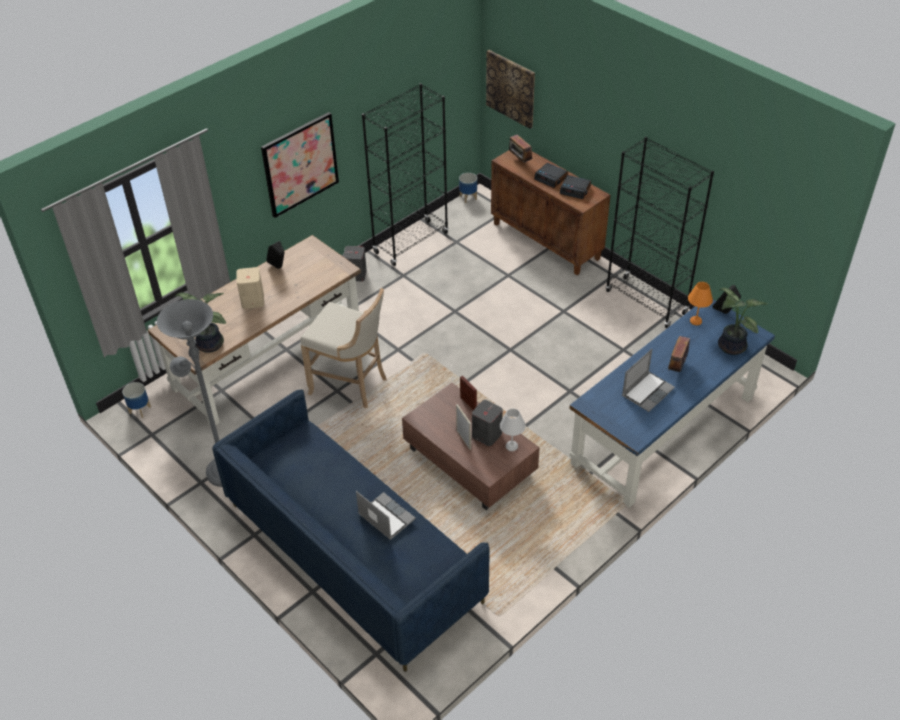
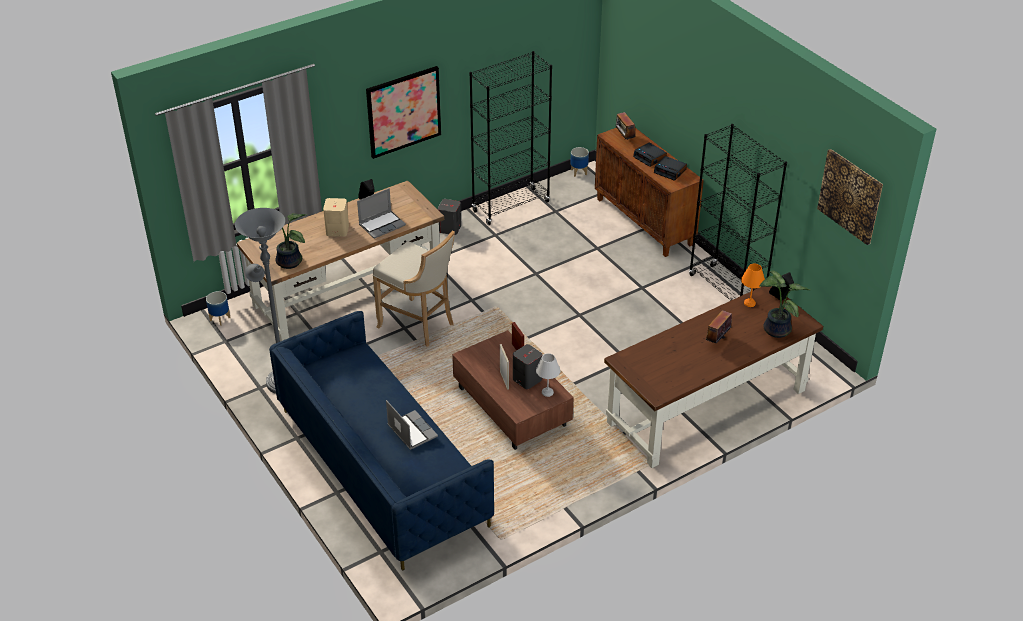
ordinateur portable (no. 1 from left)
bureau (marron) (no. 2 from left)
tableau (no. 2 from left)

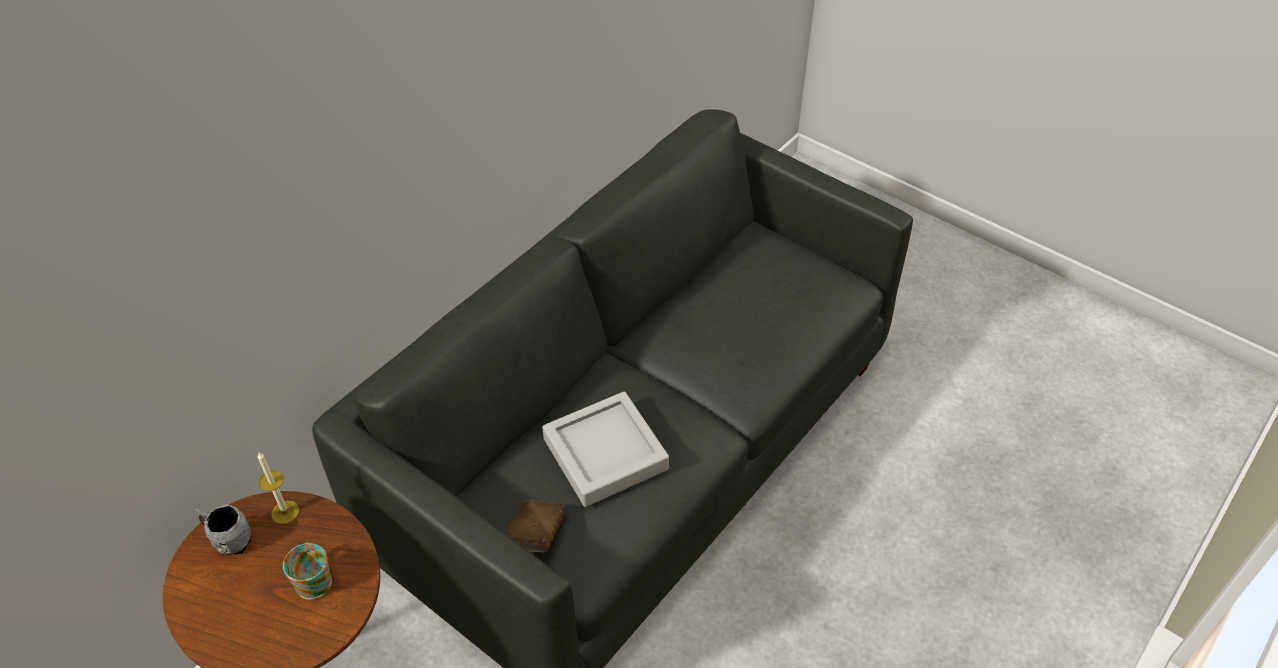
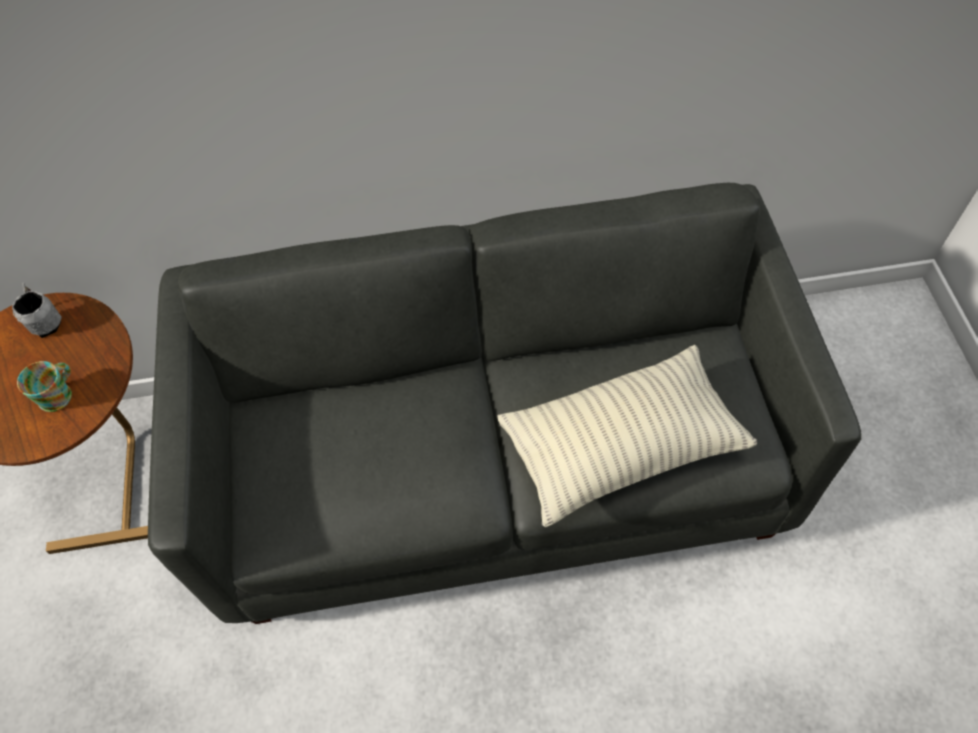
coussin
bougie
livre (marron)
plateau (gris)

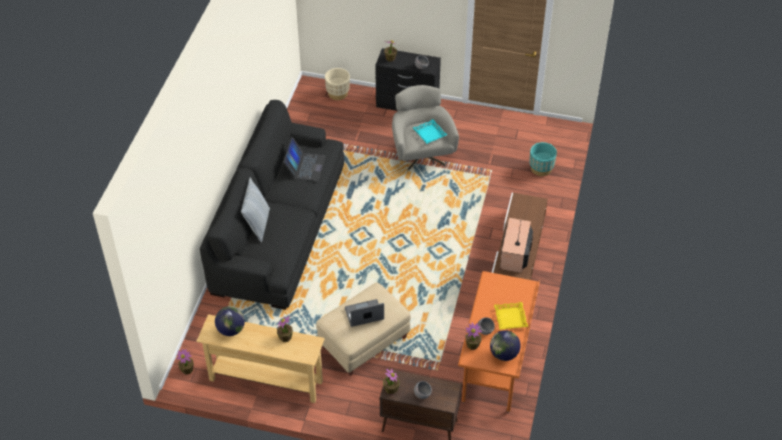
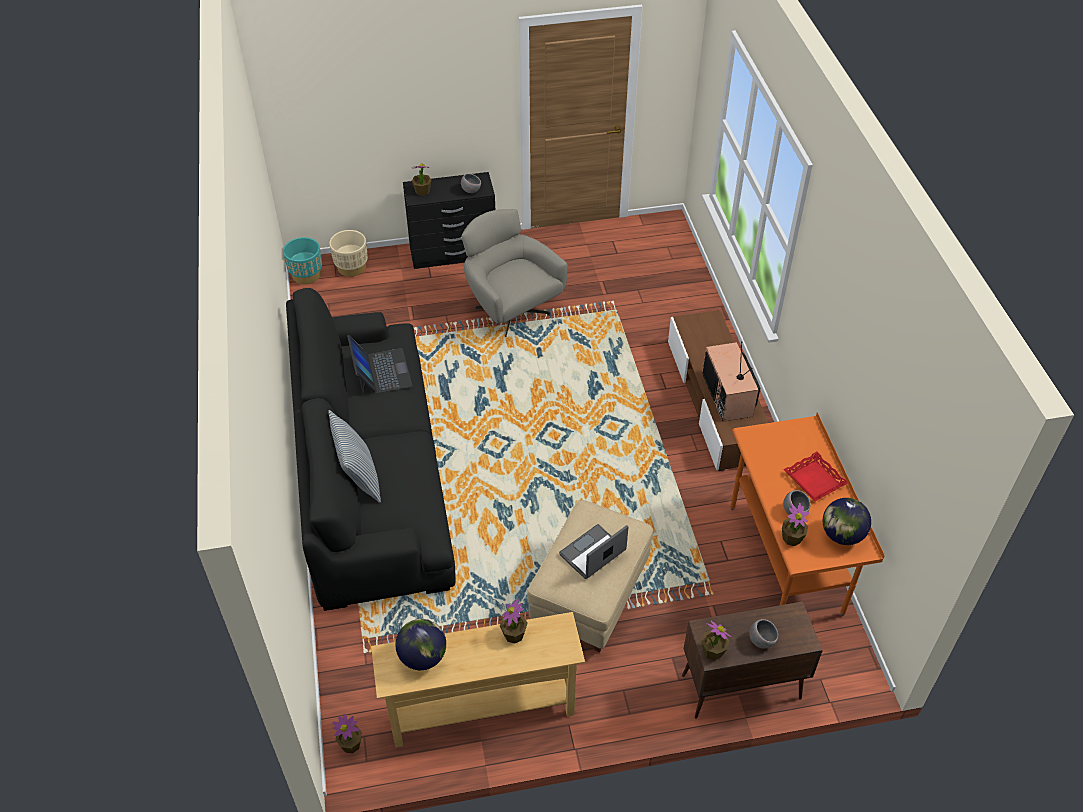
cache-pot (turquoise)
plateau (rouge)
plateau (turquoise)

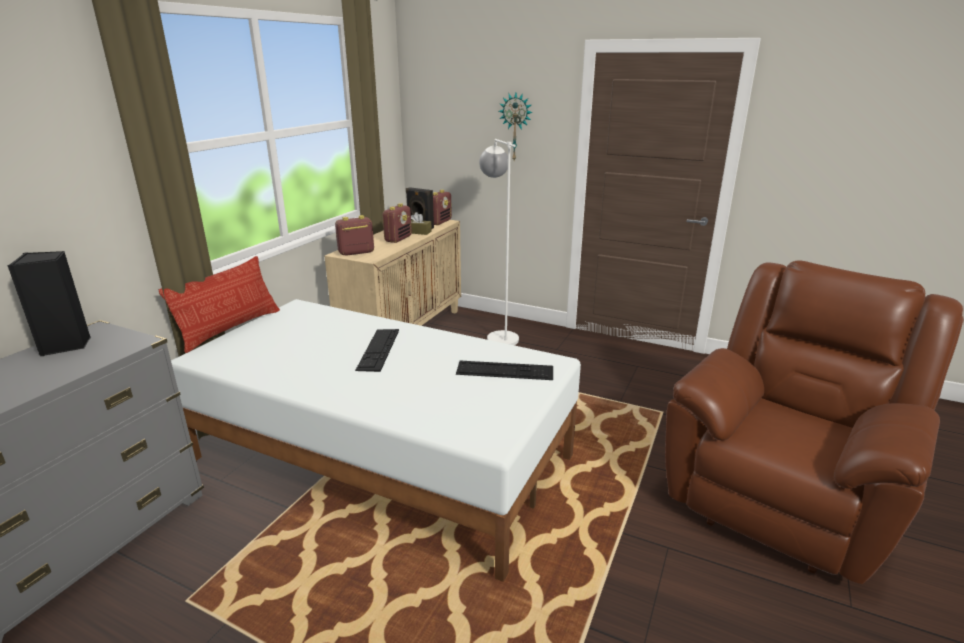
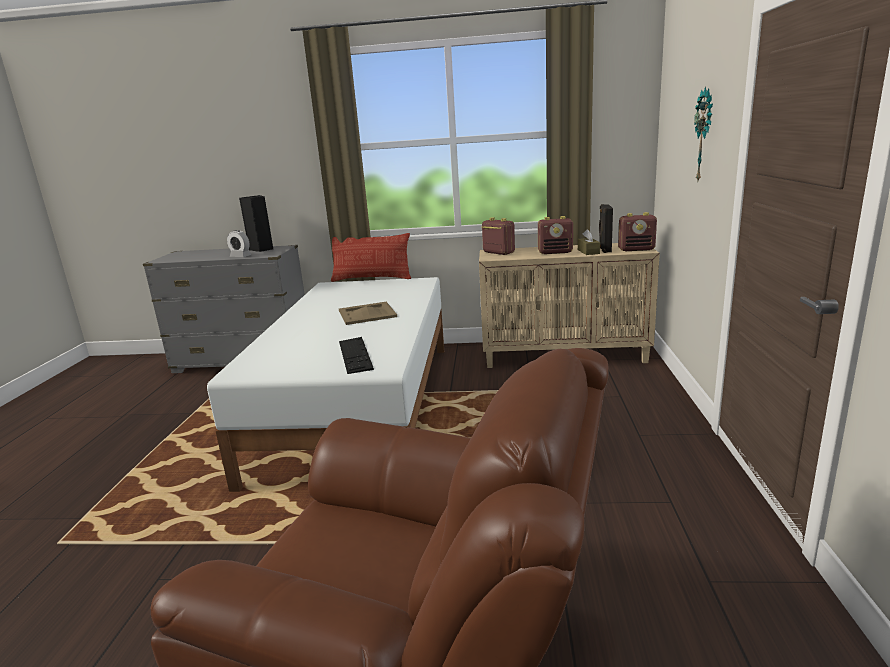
réveil
plateau (beige)
lampadaire (blanc)

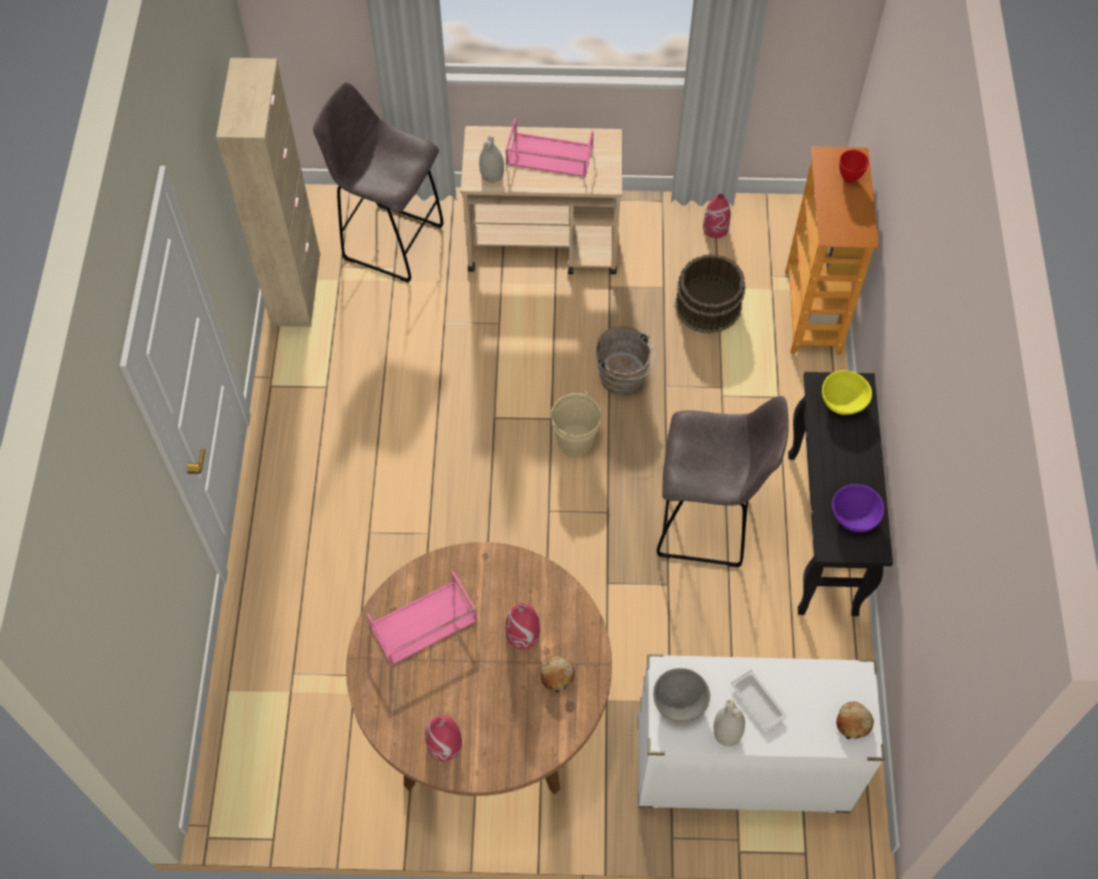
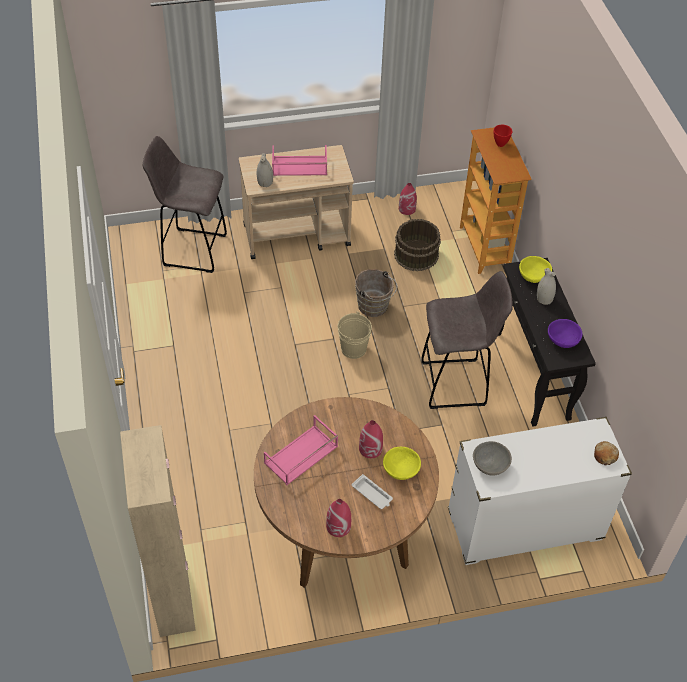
meuble de rangement (beige)
plateau (blanc)
bol (jaune) (no. 1 from left)
vase (blanc) (no. 2 from left)

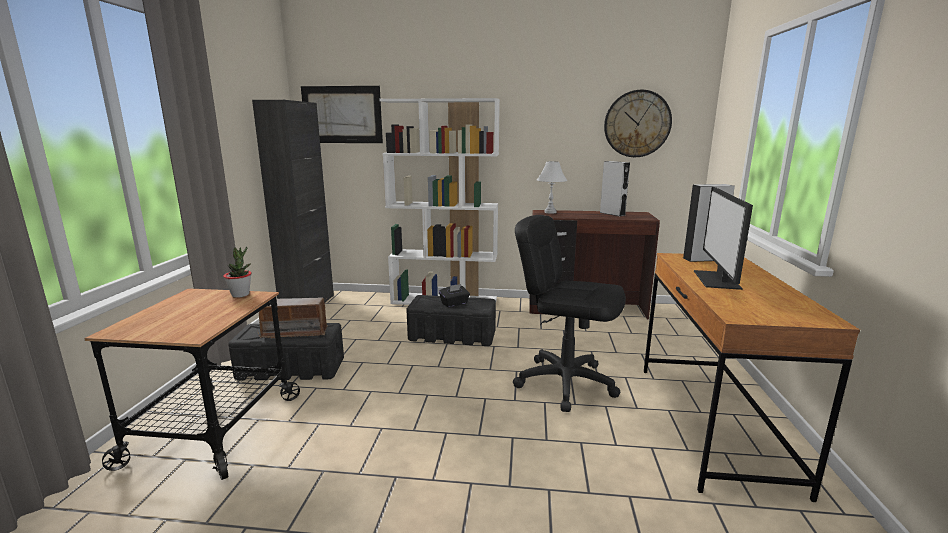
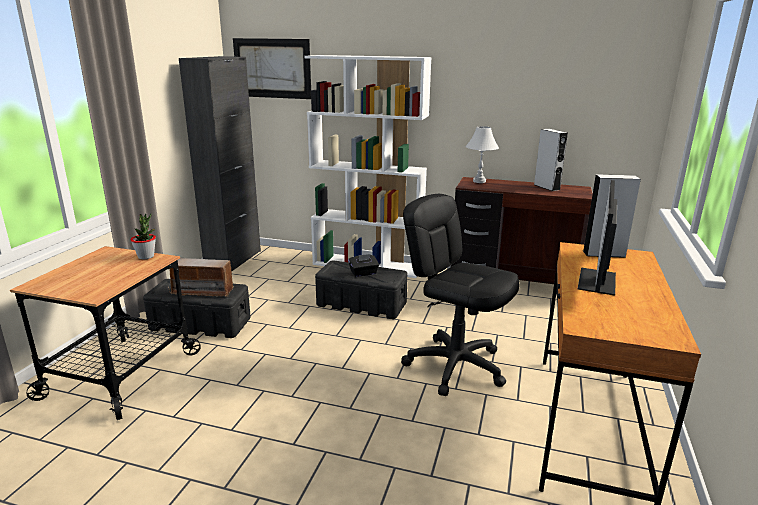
horloge murale

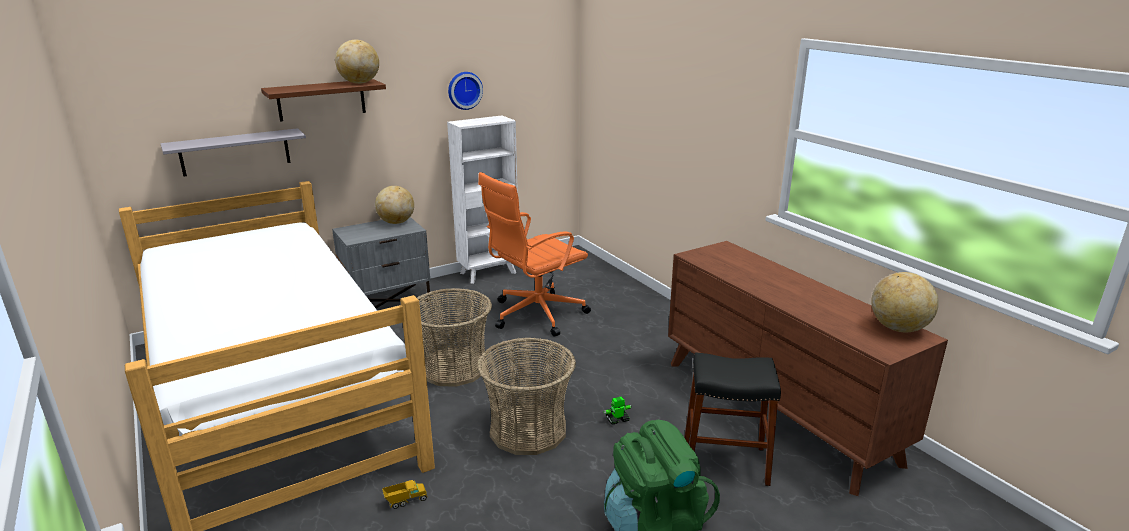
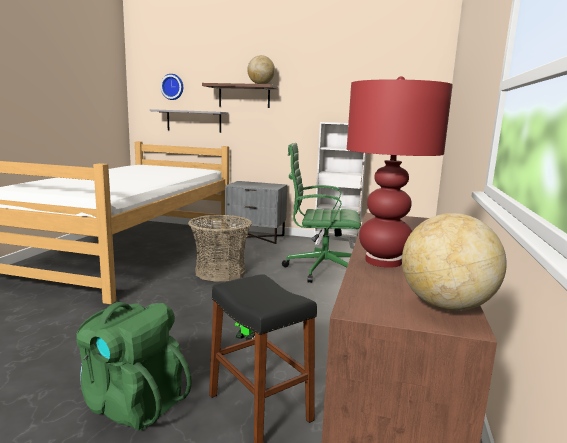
horloge murale
chaise de bureau (vert)
lampe de table (rouge)
globe (no. 2 from left in the first image)
camion jouet
panier (no. 2 from left in the first image)

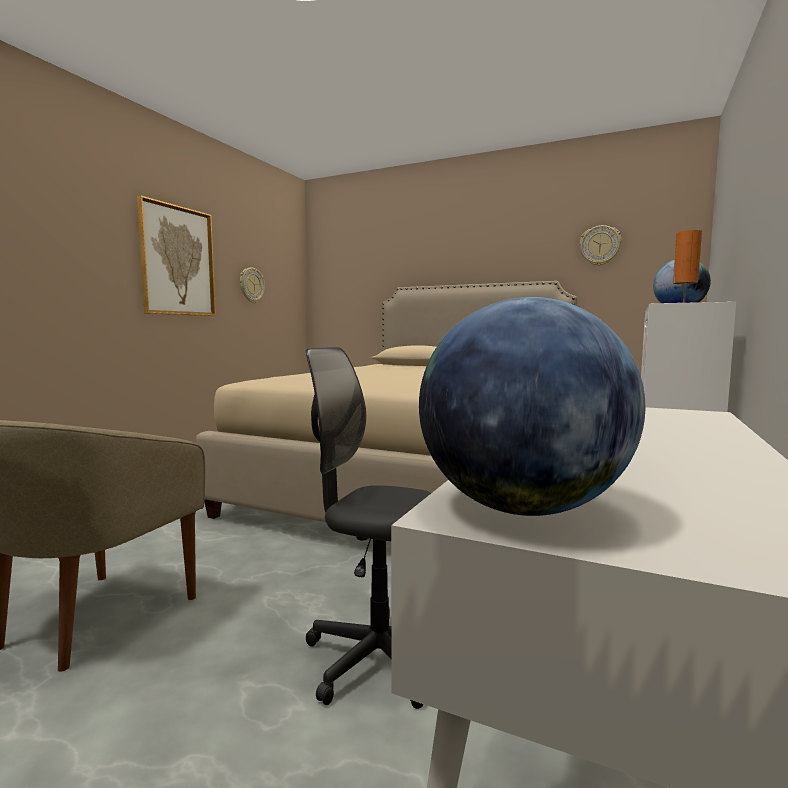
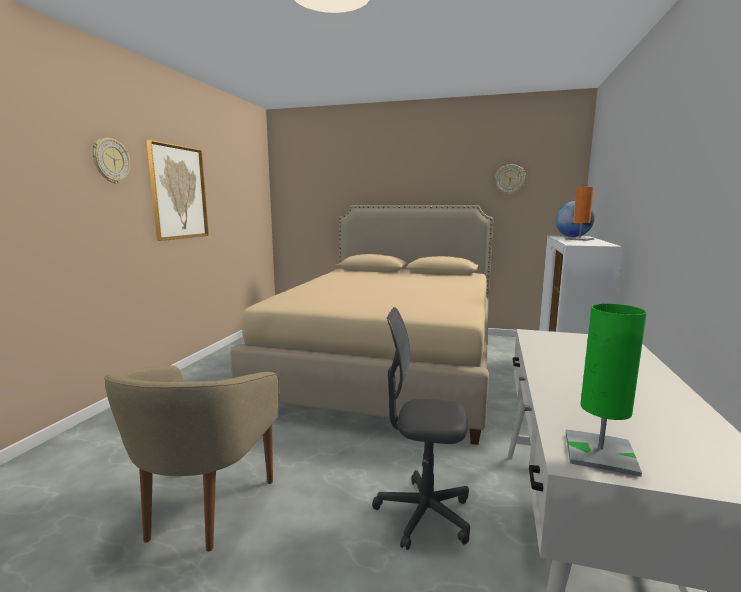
horloge murale (no. 1 from left)
lampe de table (vert)

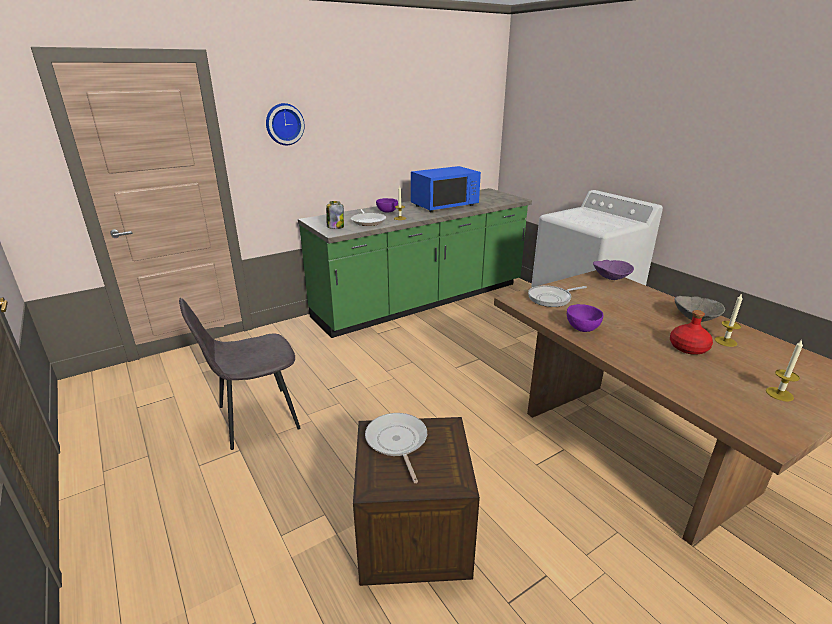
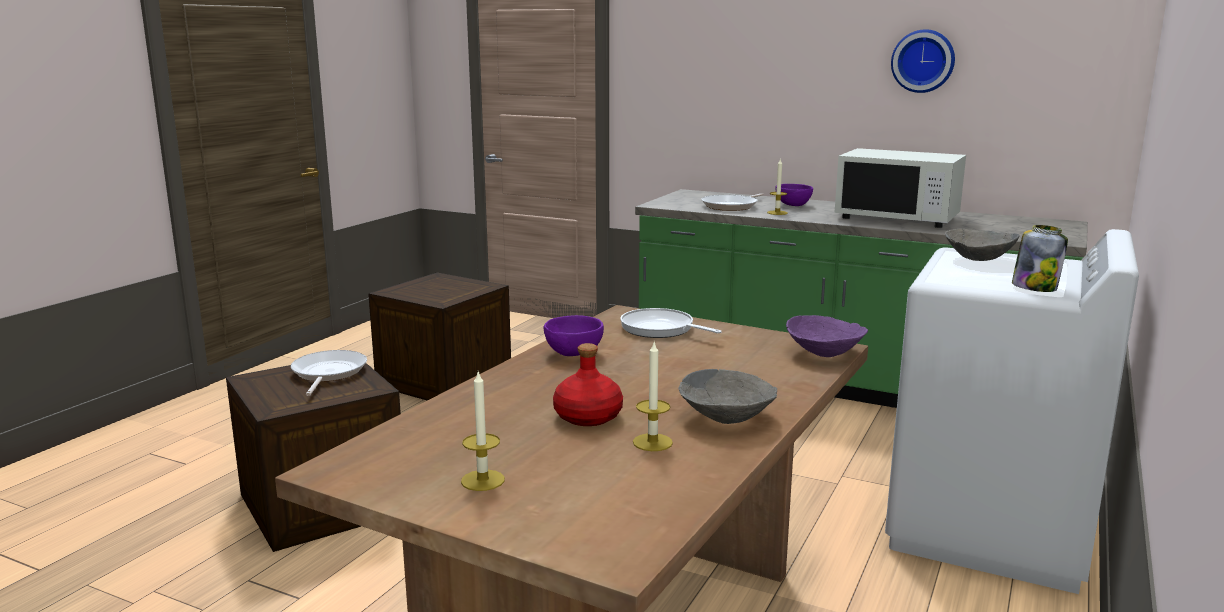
poêle (no. 1 from left)
caisse (no. 2 from left)
micro-ondes (blanc)
horloge murale
bol (gris) (no. 2 from left)
bocal

